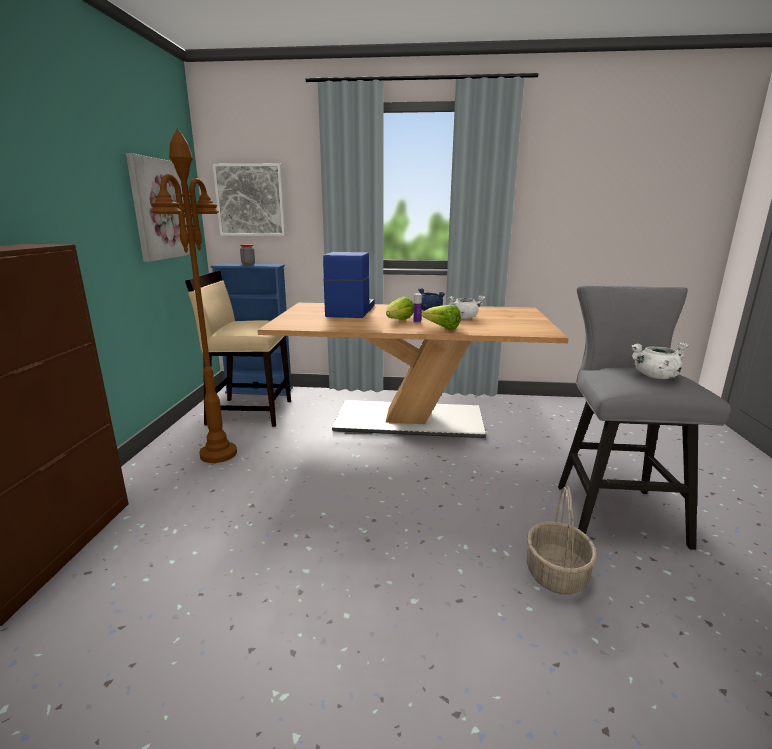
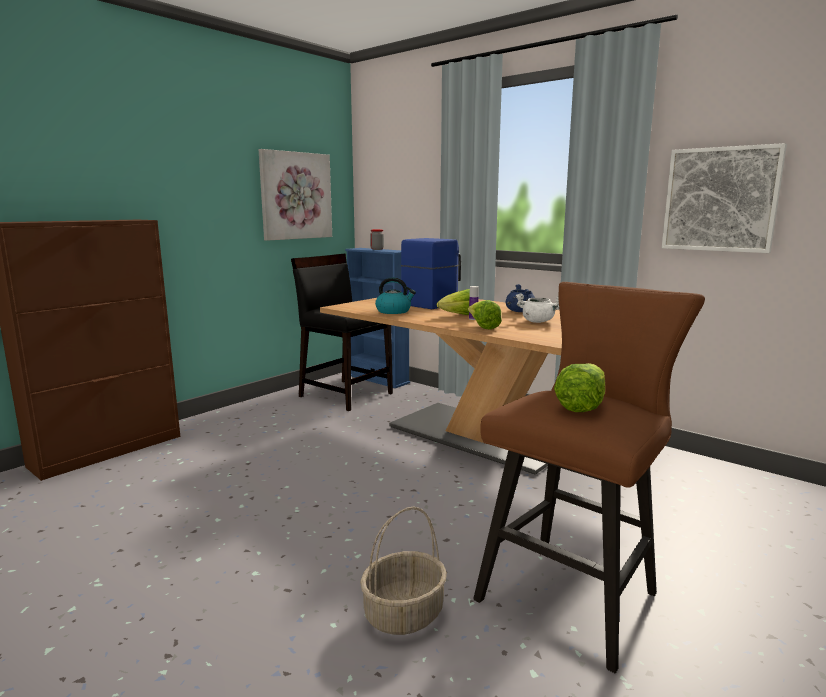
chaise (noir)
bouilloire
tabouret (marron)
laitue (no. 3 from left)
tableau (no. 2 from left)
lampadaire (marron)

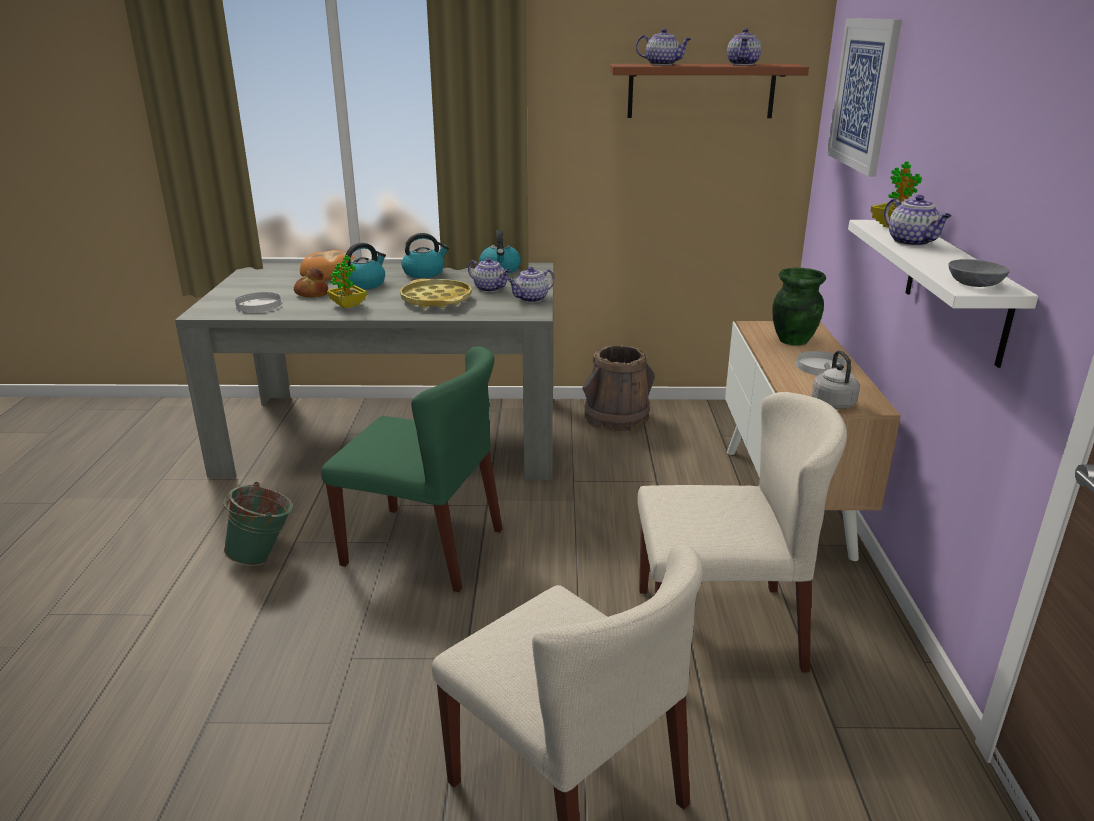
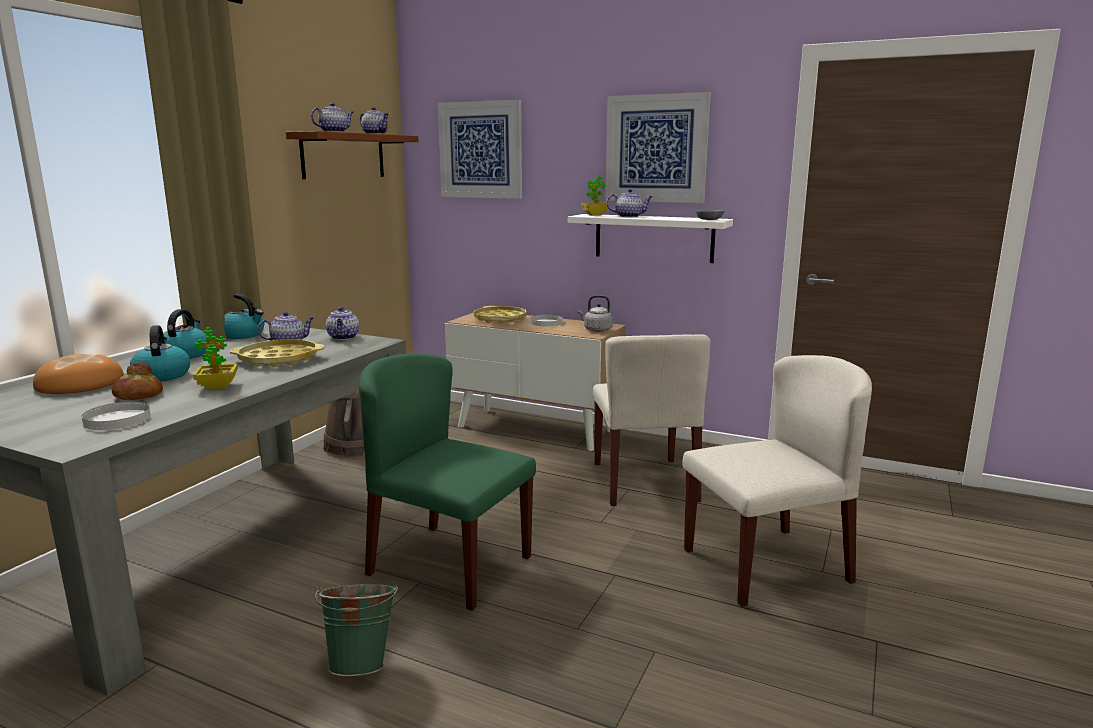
chaise (vert)
plateau (jaune) (no. 2 from left)
chaise (beige) (no. 1 from left)
tableau (no. 2 from left)

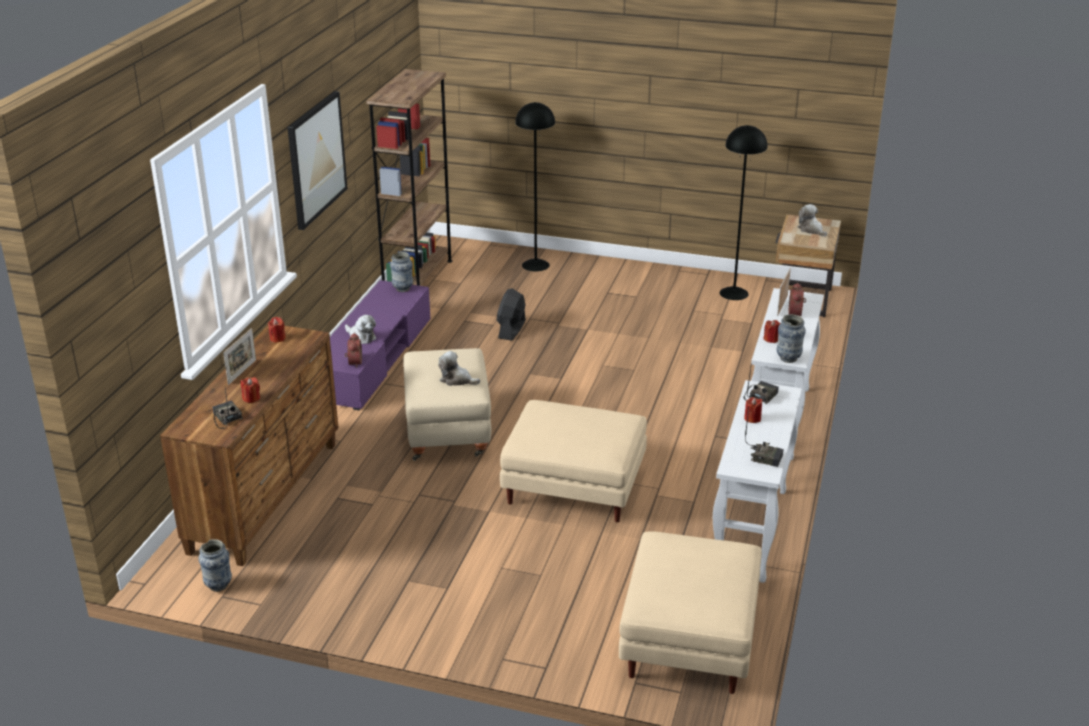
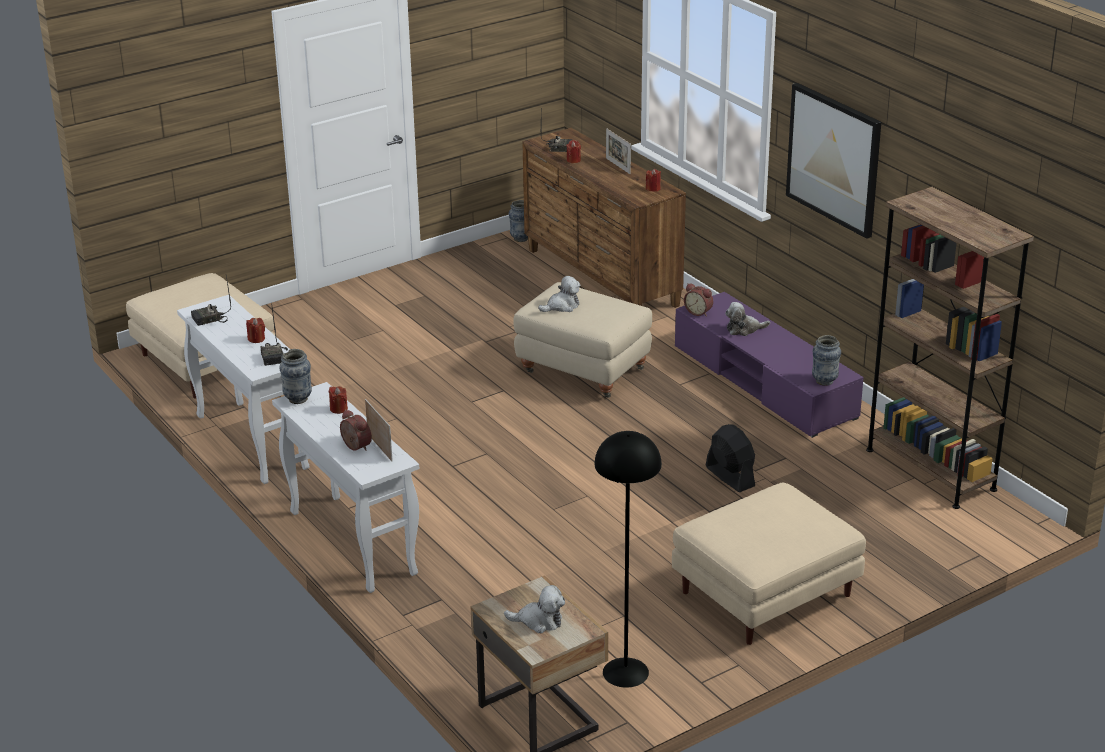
pouf (beige) (no. 3 from left)
lampadaire (noir) (no. 1 from left in the first image)

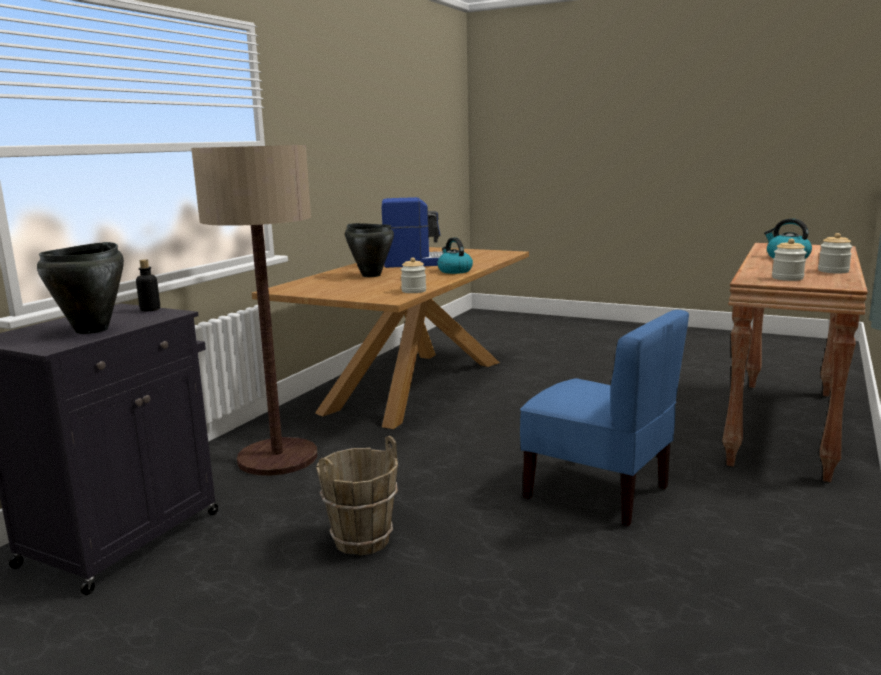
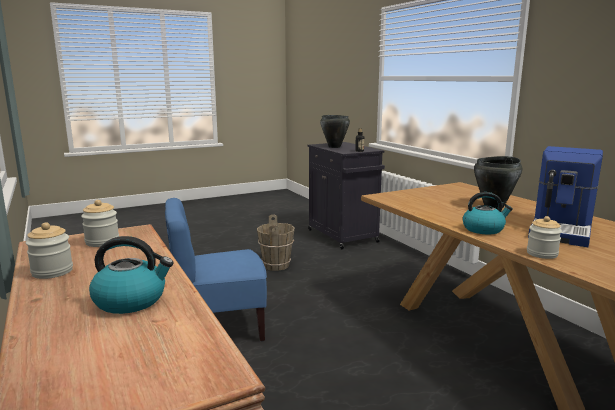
bocal (no. 3 from left)
lampadaire

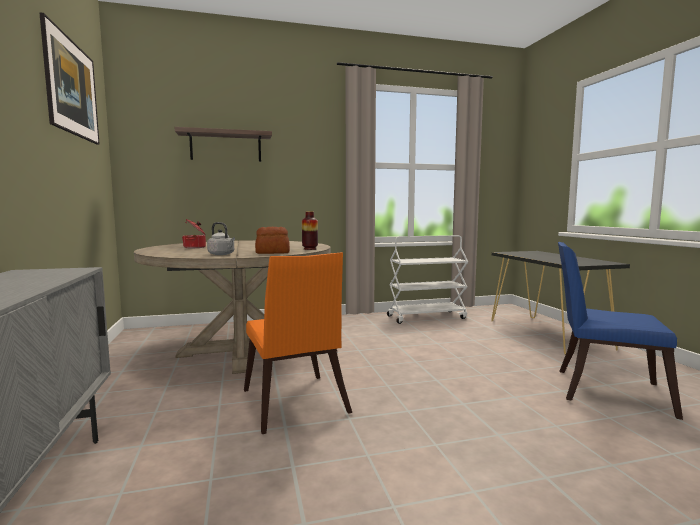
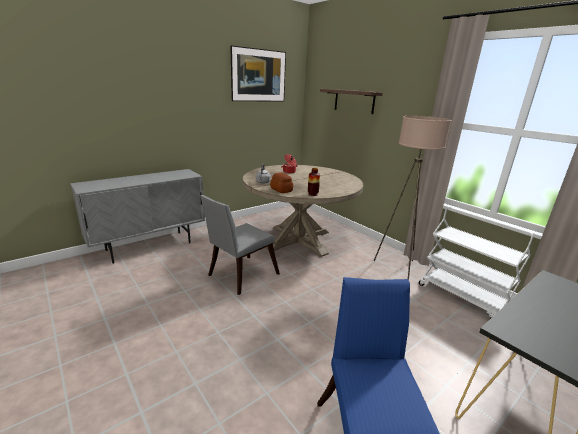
chaise (gris)
lampadaire (beige)

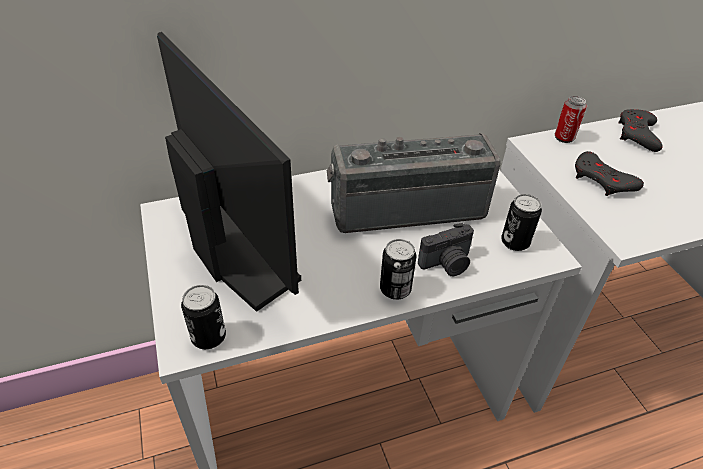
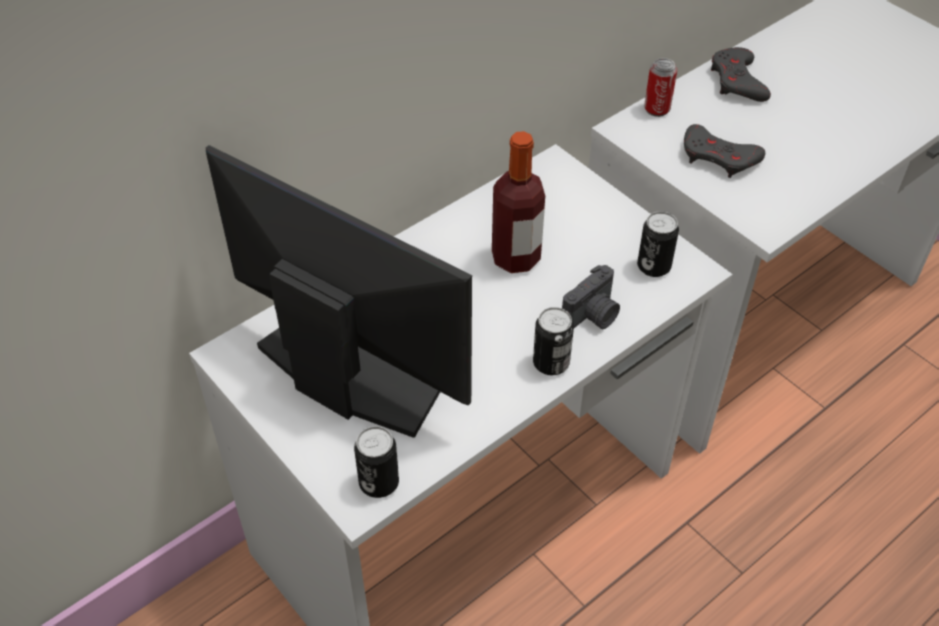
bouteille

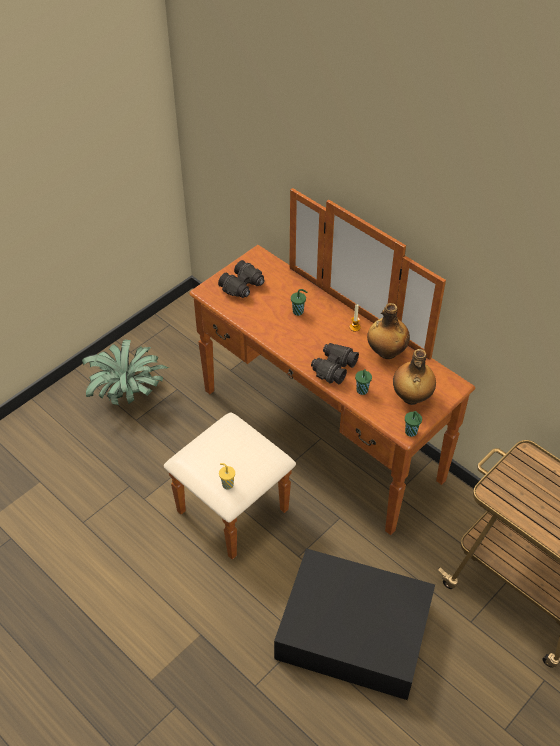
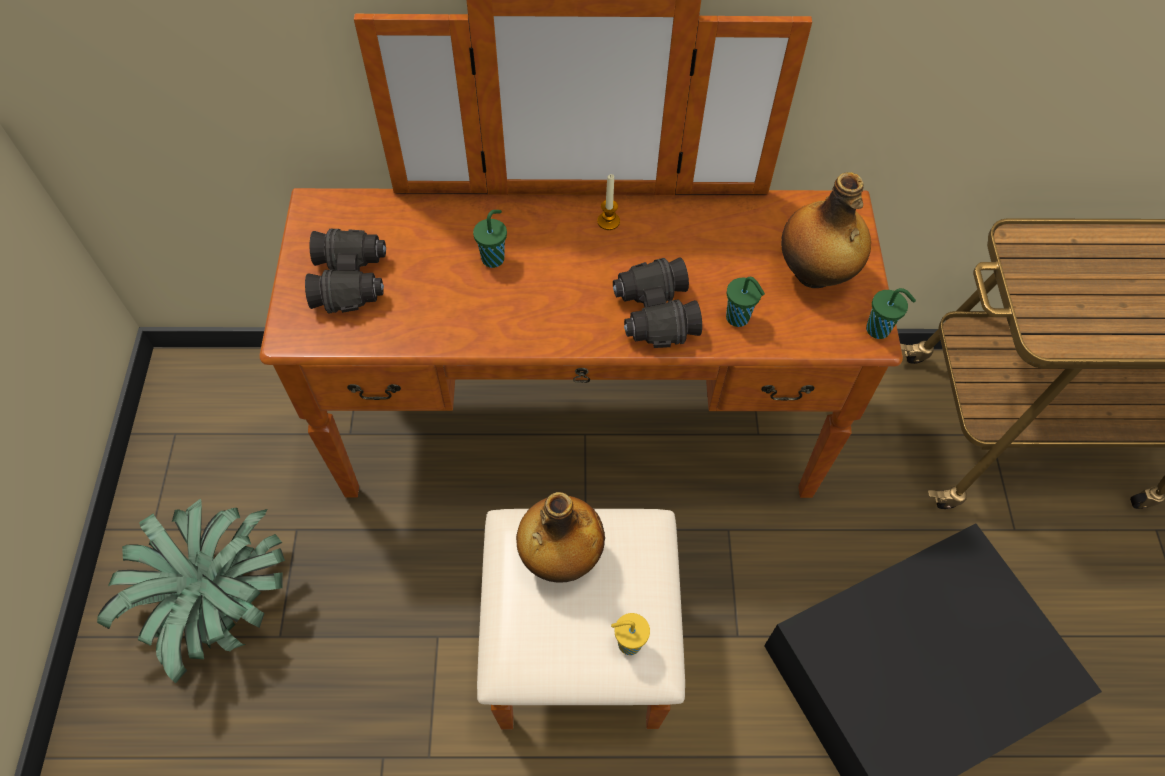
bouteille (no. 1 from left)

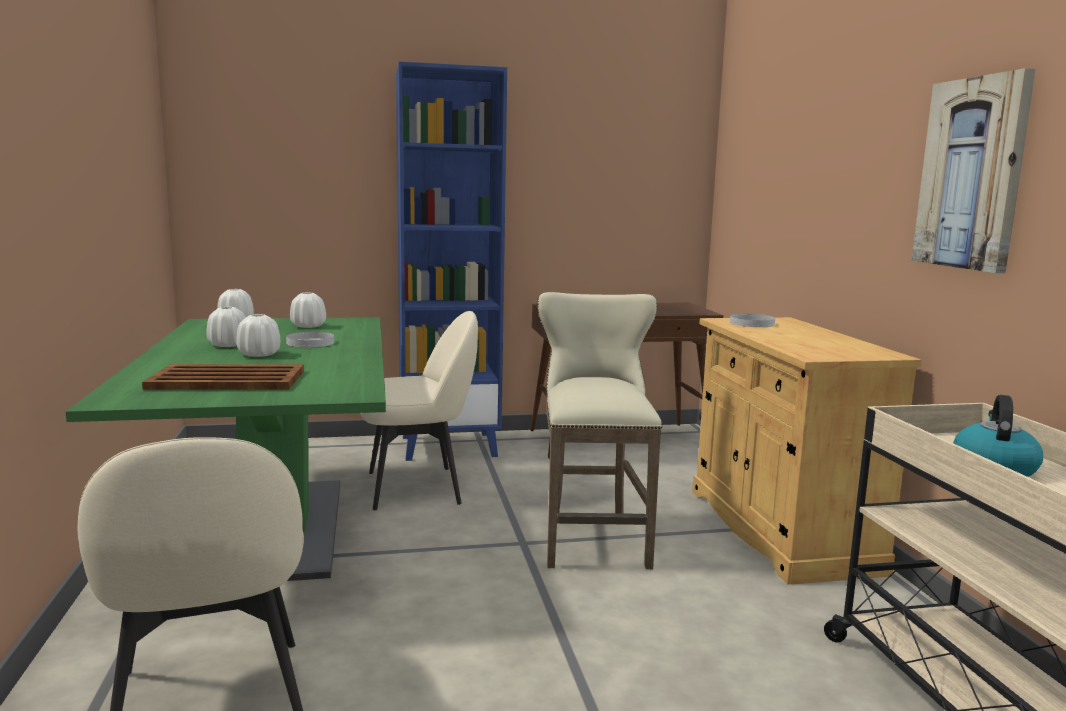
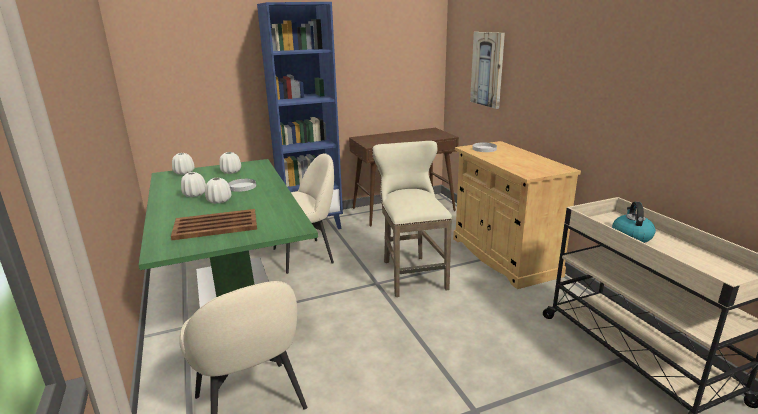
tableau

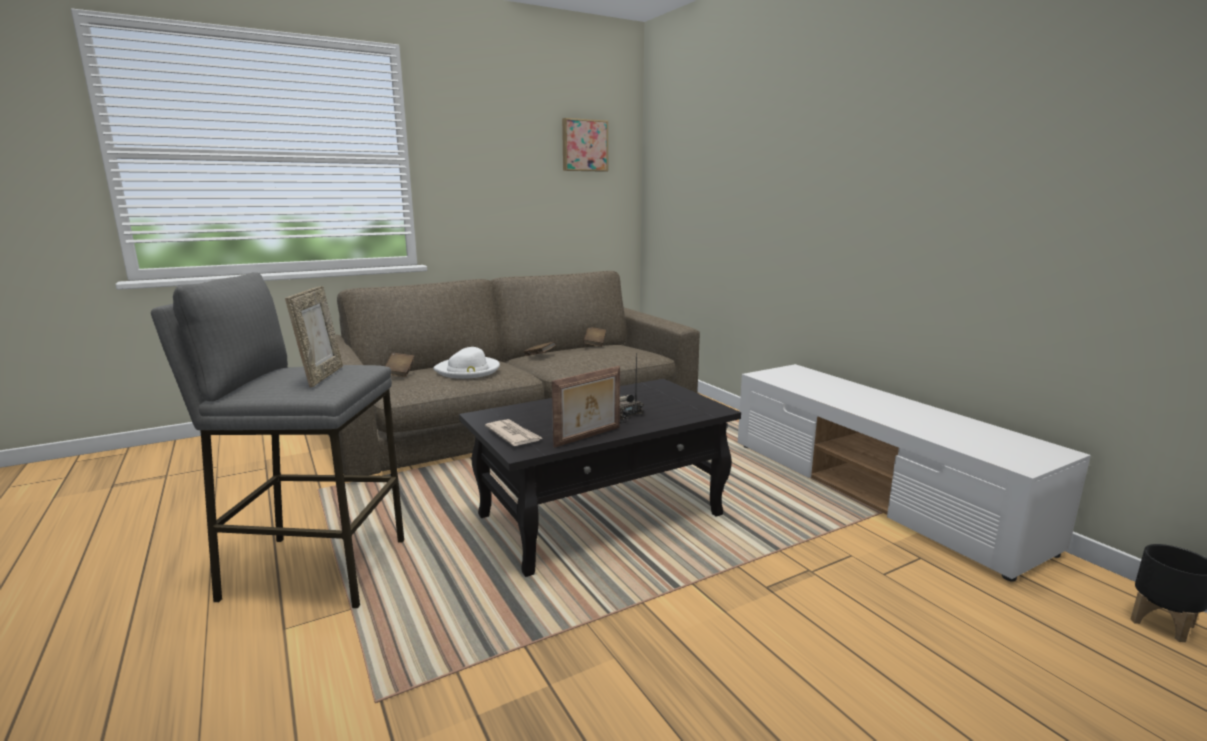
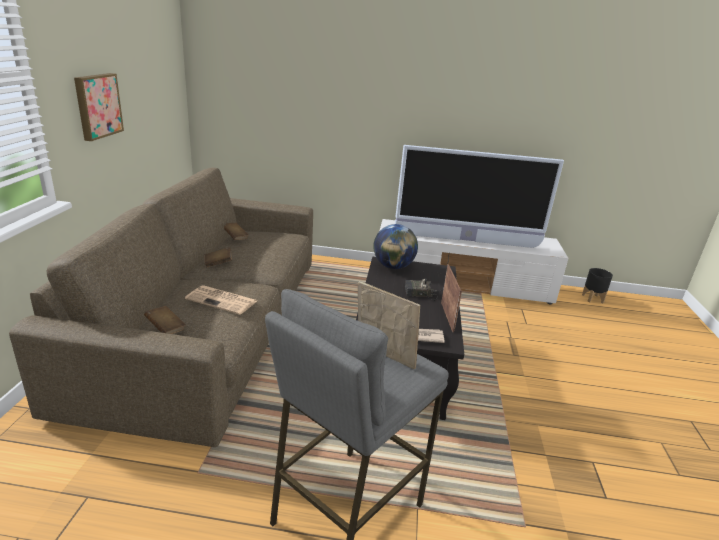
tableau
journal (no. 1 from left)
globe
téléviseur

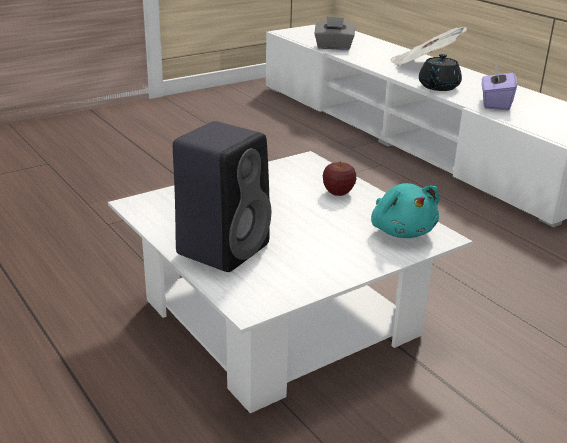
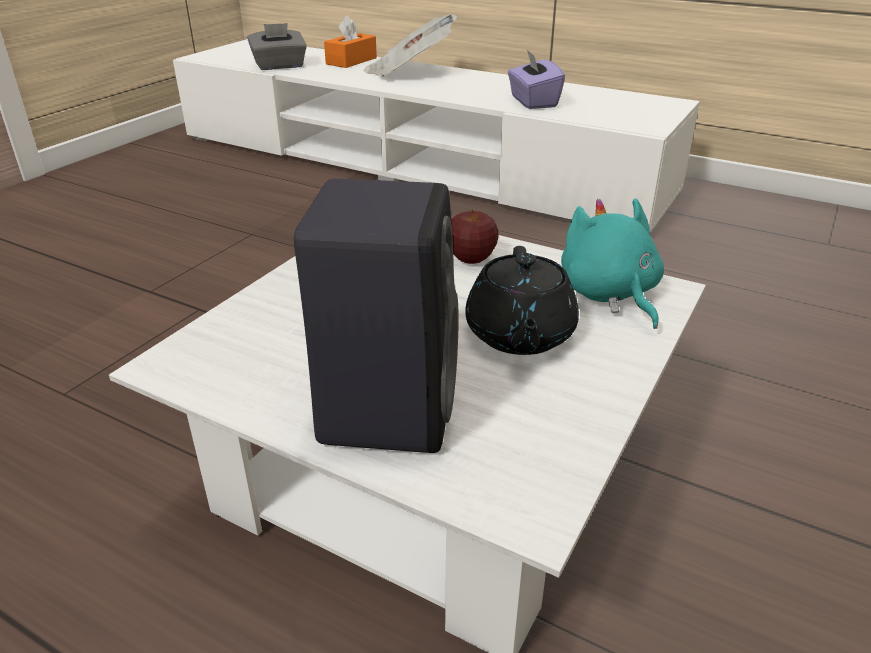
boîte à mouchoirs (orange)
théière (noir)
peluche (turquoise)

